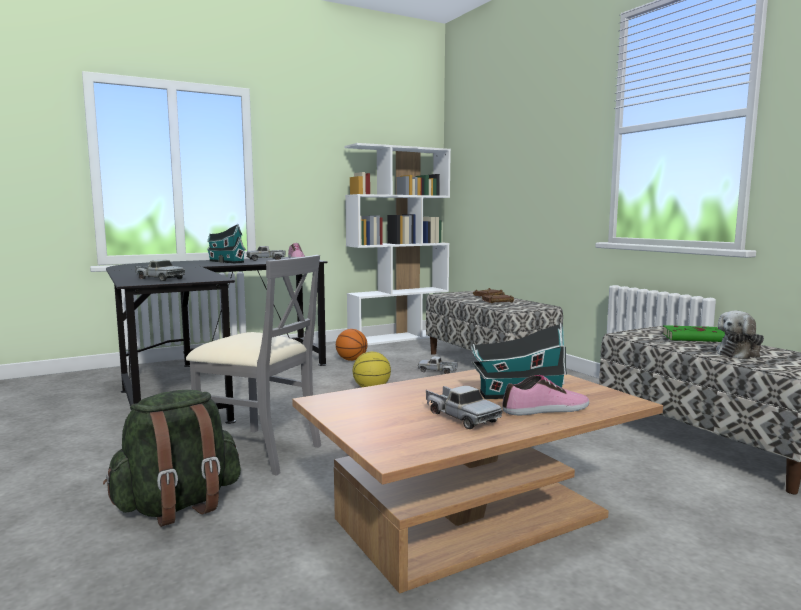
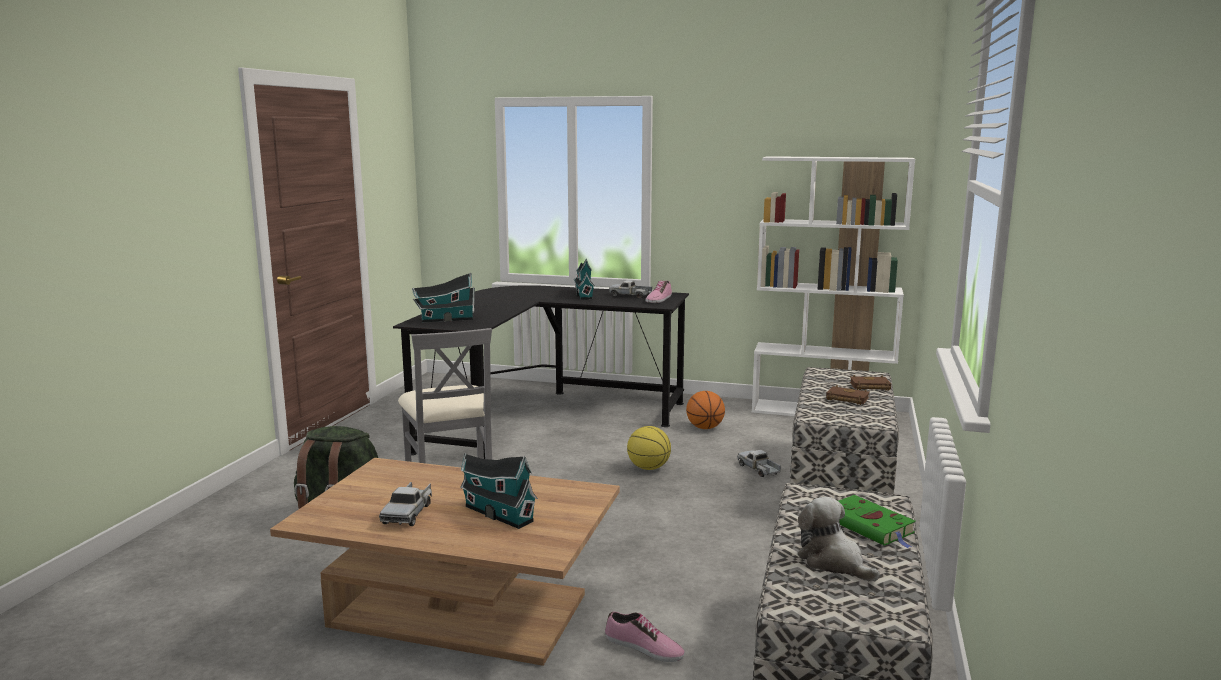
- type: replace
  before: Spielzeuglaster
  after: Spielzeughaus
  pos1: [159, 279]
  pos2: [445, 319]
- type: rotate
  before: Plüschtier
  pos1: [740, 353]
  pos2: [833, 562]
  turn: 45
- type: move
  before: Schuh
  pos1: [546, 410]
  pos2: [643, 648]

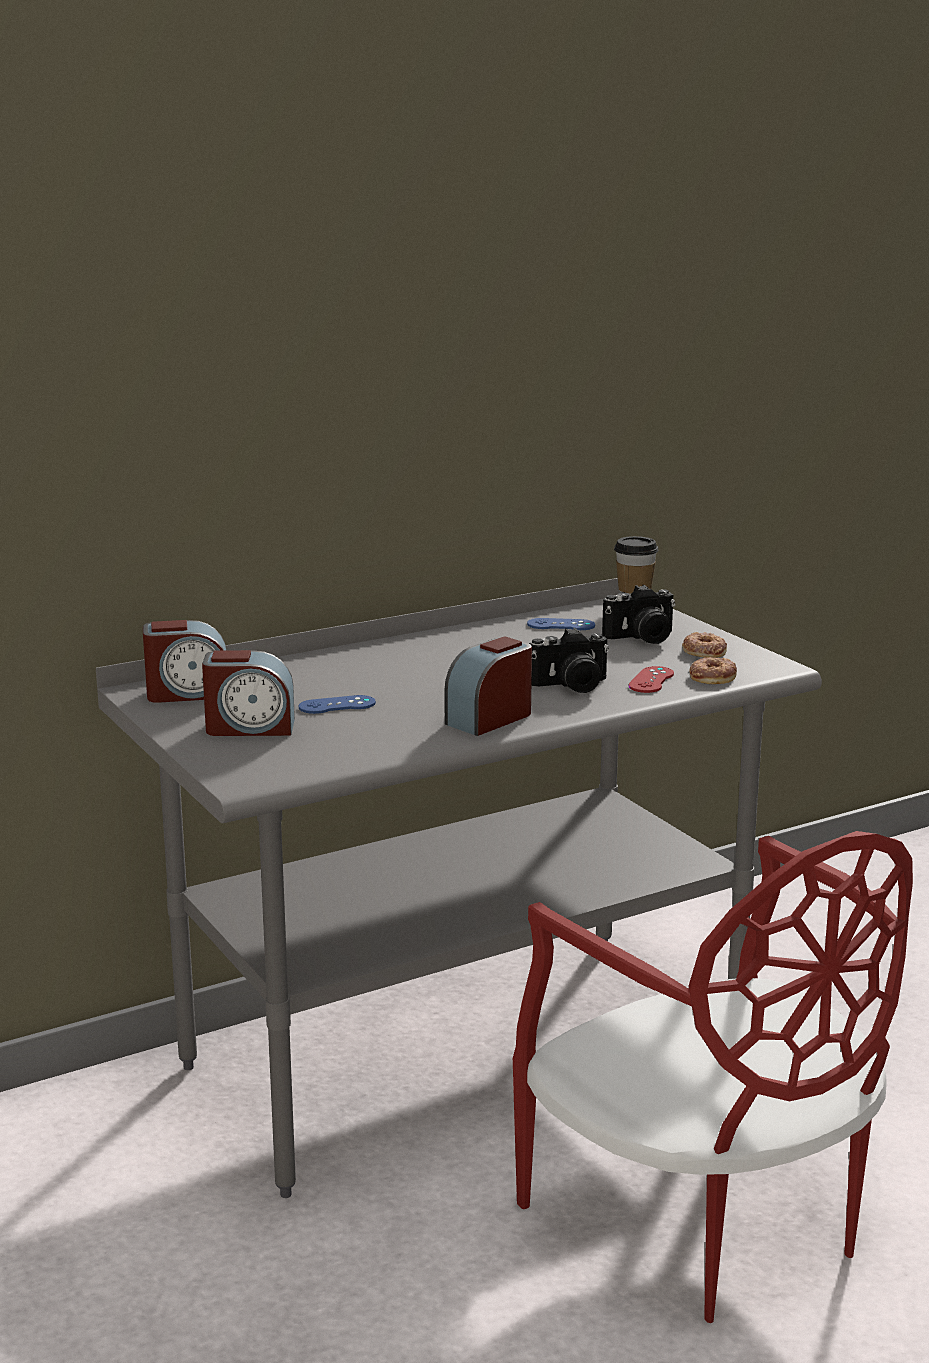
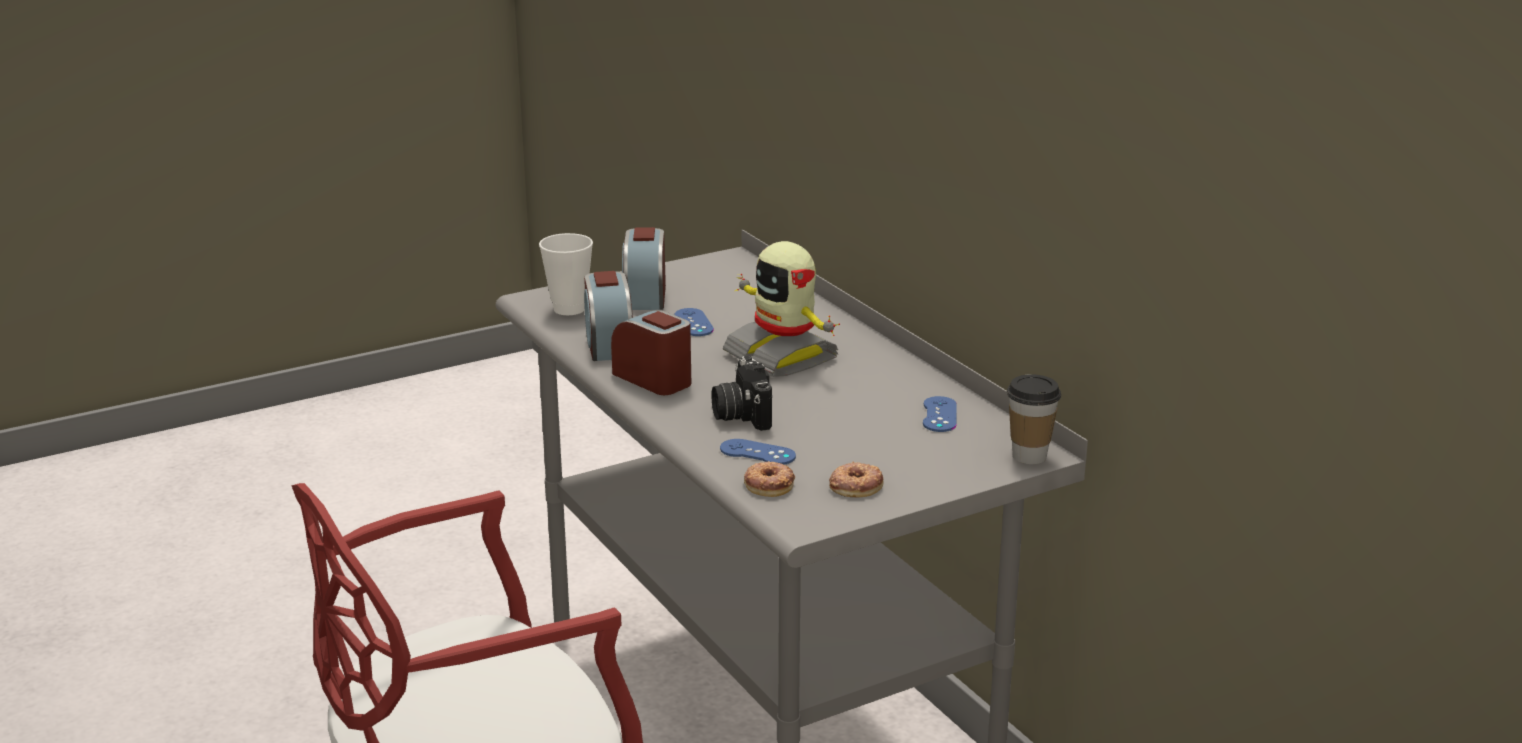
- type: delete
  before: Kamera
  pos1: [642, 638]
- type: move
  before: Wecker
  pos1: [188, 693]
  pos2: [609, 344]
- type: recolor
  before: Gamepad [rot]
  after: Gamepad [blau]
  pos1: [651, 680]
  pos2: [757, 453]
- type: insert
  after: Tasse
  pos2: [569, 309]
- type: insert
  after: Spielzeugroboter
  pos2: [782, 356]

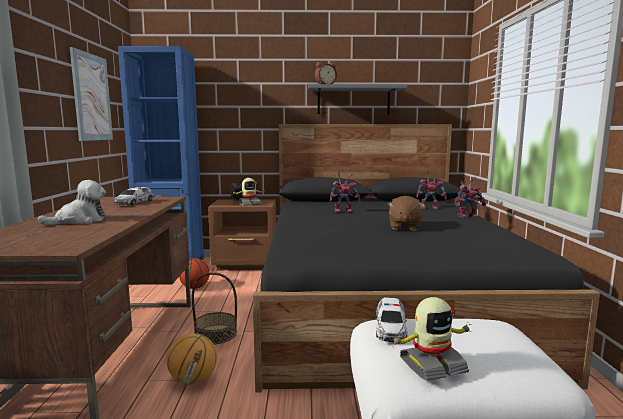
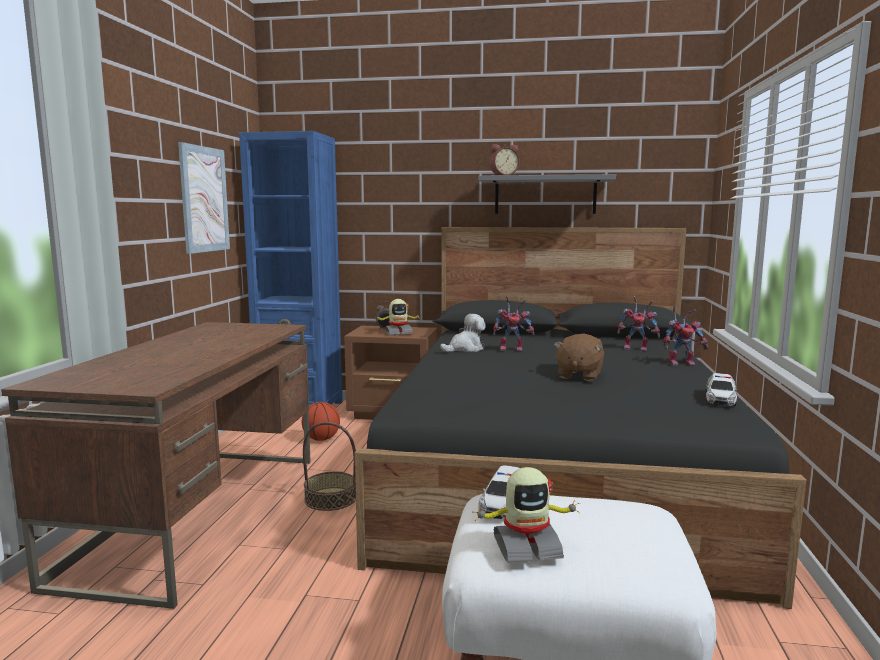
- type: move
  before: Plüschtier
  pos1: [79, 221]
  pos2: [465, 349]
- type: move
  before: Spielzeugauto
  pos1: [134, 202]
  pos2: [720, 398]
- type: delete
  before: Basketball
  pos1: [193, 380]

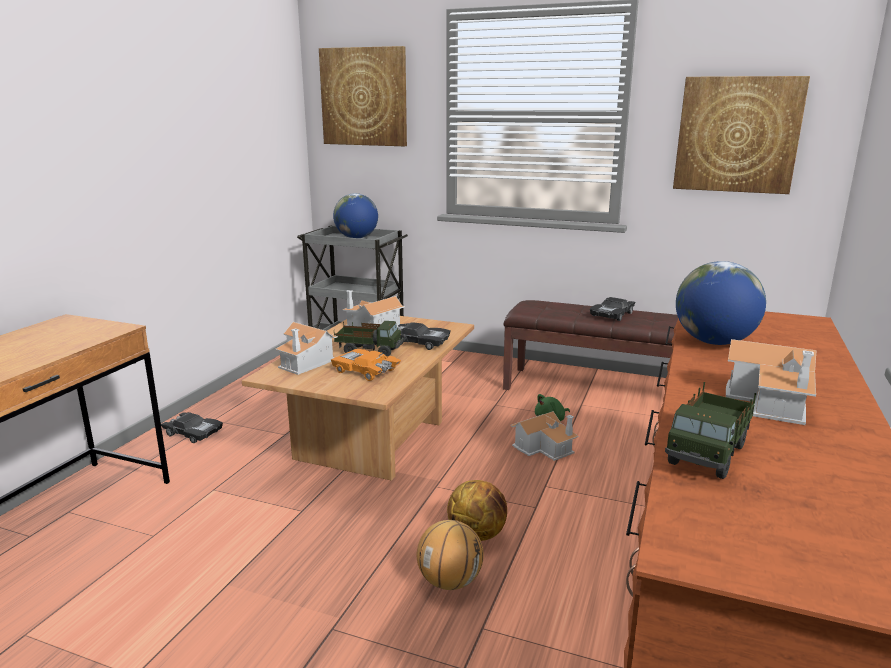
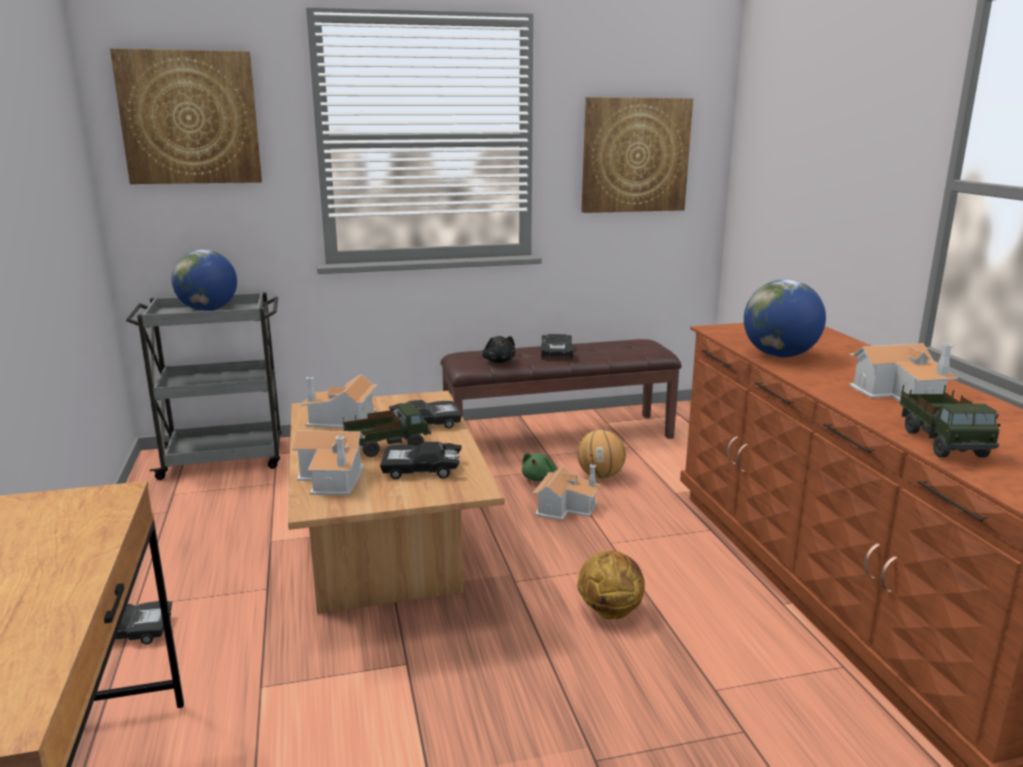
- type: recolor
  before: Spielzeugauto [orange]
  after: Spielzeugauto [schwarz]
  pos1: [366, 371]
  pos2: [422, 469]
- type: move
  before: Basketball
  pos1: [450, 581]
  pos2: [600, 475]
- type: insert
  after: Plüschtier [schwarz]
  pos2: [498, 361]

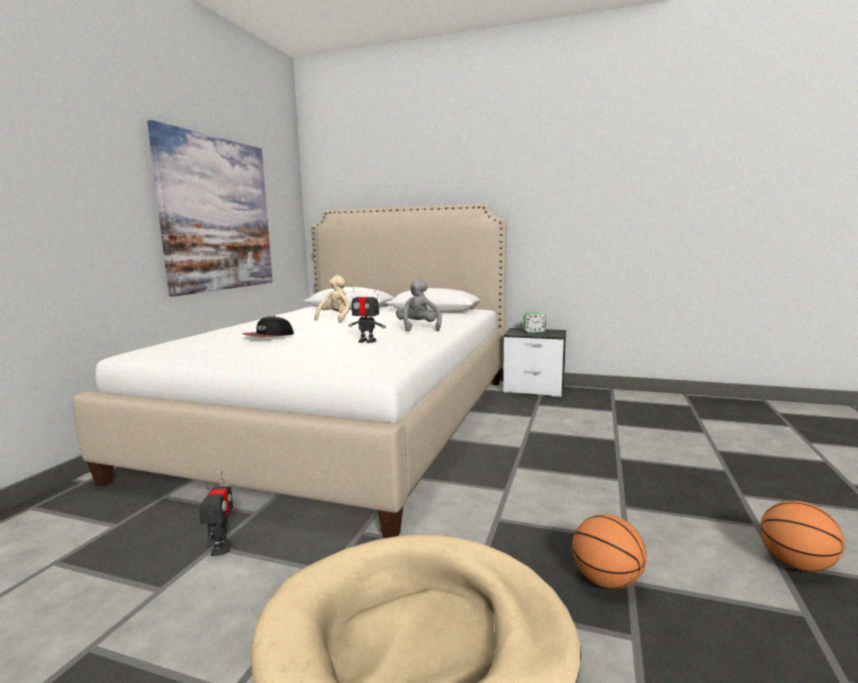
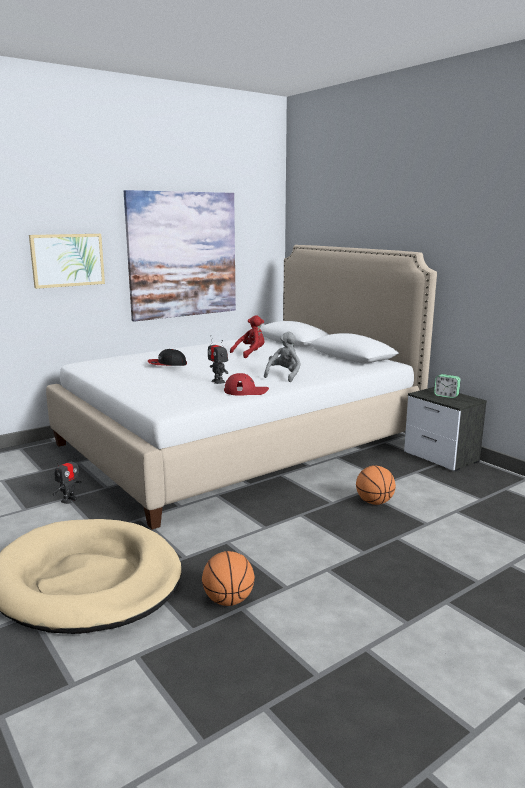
- type: recolor
  before: Plüschtier [beige]
  after: Plüschtier [rot]
  pos1: [335, 319]
  pos2: [250, 353]
- type: move
  before: Basketball
  pos1: [796, 565]
  pos2: [374, 502]
- type: insert
  after: Bild
  pos2: [67, 260]
- type: insert
  after: Kappe [rot]
  pos2: [246, 391]

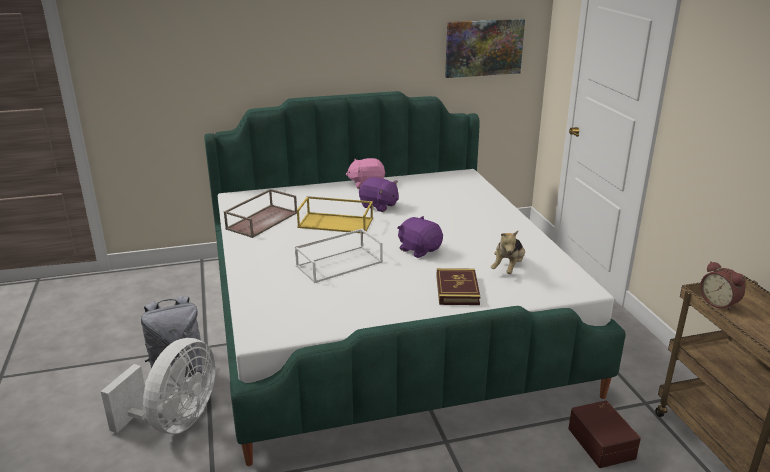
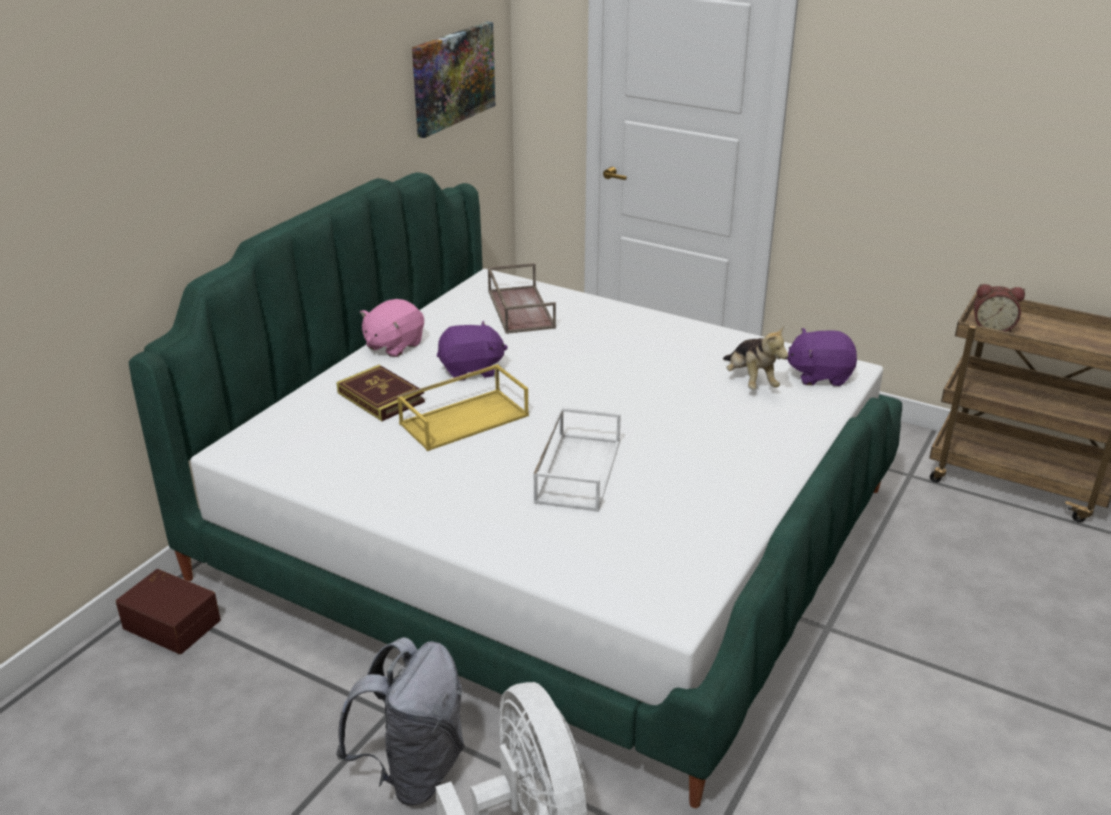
- type: move
  before: Tablett [braun]
  pos1: [262, 220]
  pos2: [519, 309]
- type: move
  before: Plüschtier [lila]
  pos1: [419, 250]
  pos2: [819, 375]
- type: move
  before: Buch
  pos1: [457, 290]
  pos2: [381, 397]
- type: move
  before: Aufbewahrungsbox [braun]
  pos1: [602, 442]
  pos2: [173, 622]

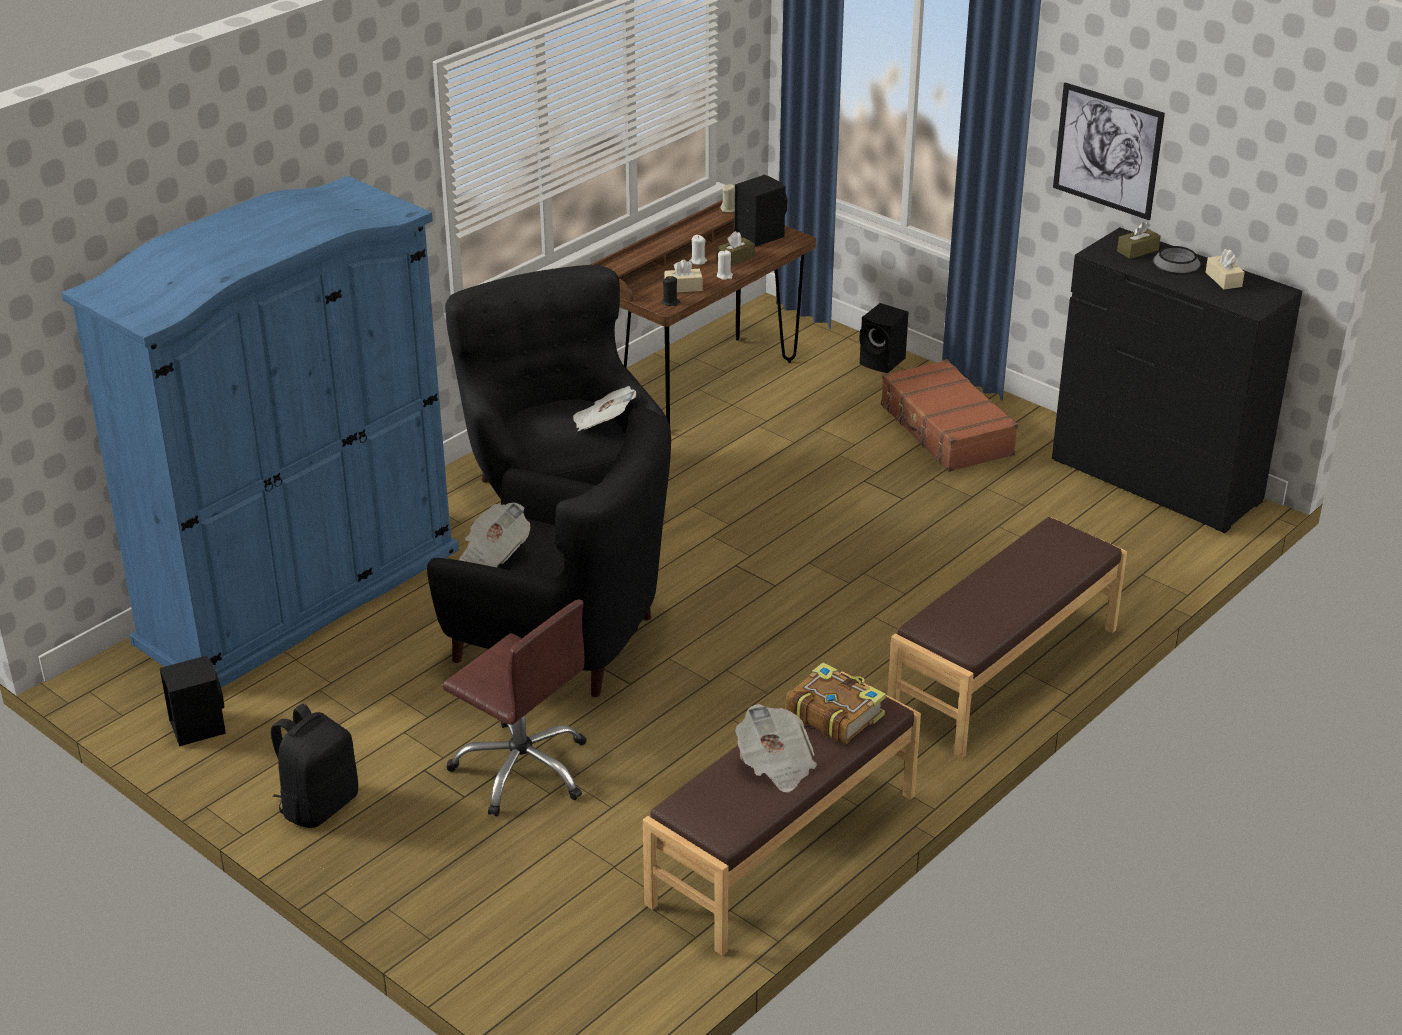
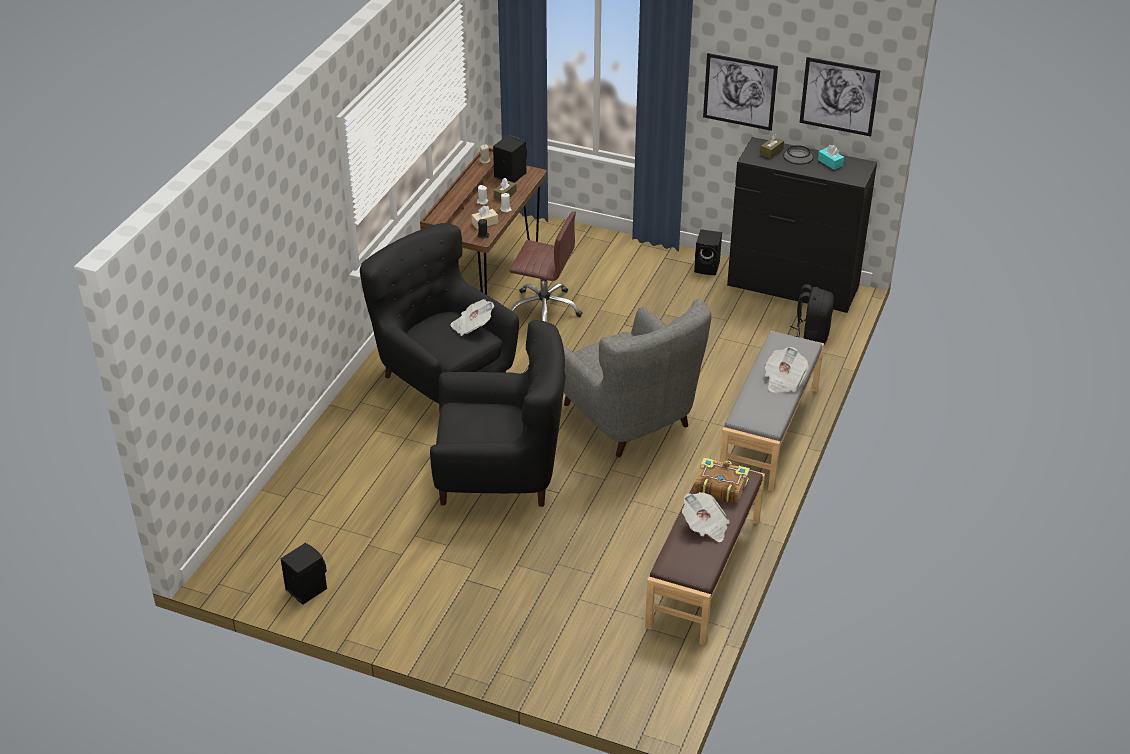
- type: delete
  before: Kleiderschrank [blau]
  pos1: [299, 595]
- type: recolor
  before: Taschentuchbox [beige]
  after: Taschentuchbox [türkis]
  pos1: [1223, 279]
  pos2: [830, 163]
- type: move
  before: Lautsprecher [schwarz]
  pos1: [883, 362]
  pos2: [708, 267]
- type: delete
  before: Koffer [braun]
  pos1: [945, 430]
- type: move
  before: Zeitung
  pos1: [494, 553]
  pos2: [783, 380]
- type: recolor
  before: Bank [braun]
  after: Bank [grau]
  pos1: [1005, 673]
  pos2: [770, 432]
- type: move
  before: Bürostuhl [braun]
  pos1: [522, 769]
  pos2: [544, 309]
- type: move
  before: Rucksack [schwarz]
  pos1: [318, 804]
  pos2: [811, 336]
- type: insert
  after: Bild
  pos2: [839, 96]
- type: insert
  after: Sessel [grau]
  pos2: [628, 417]

